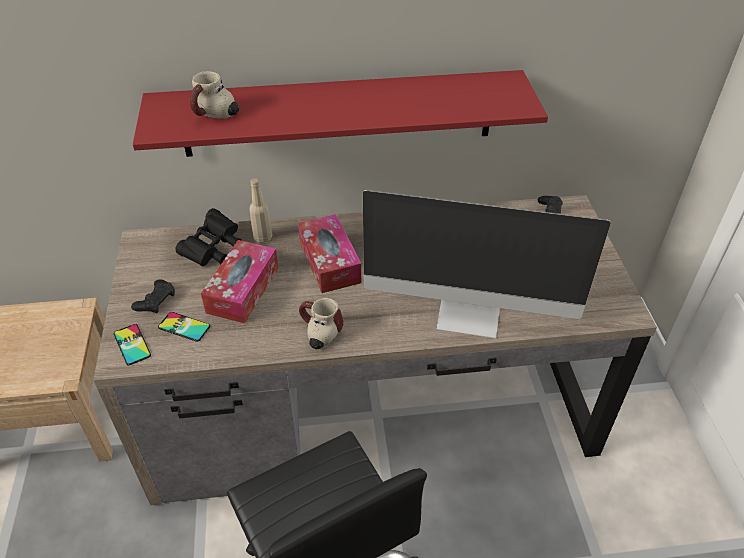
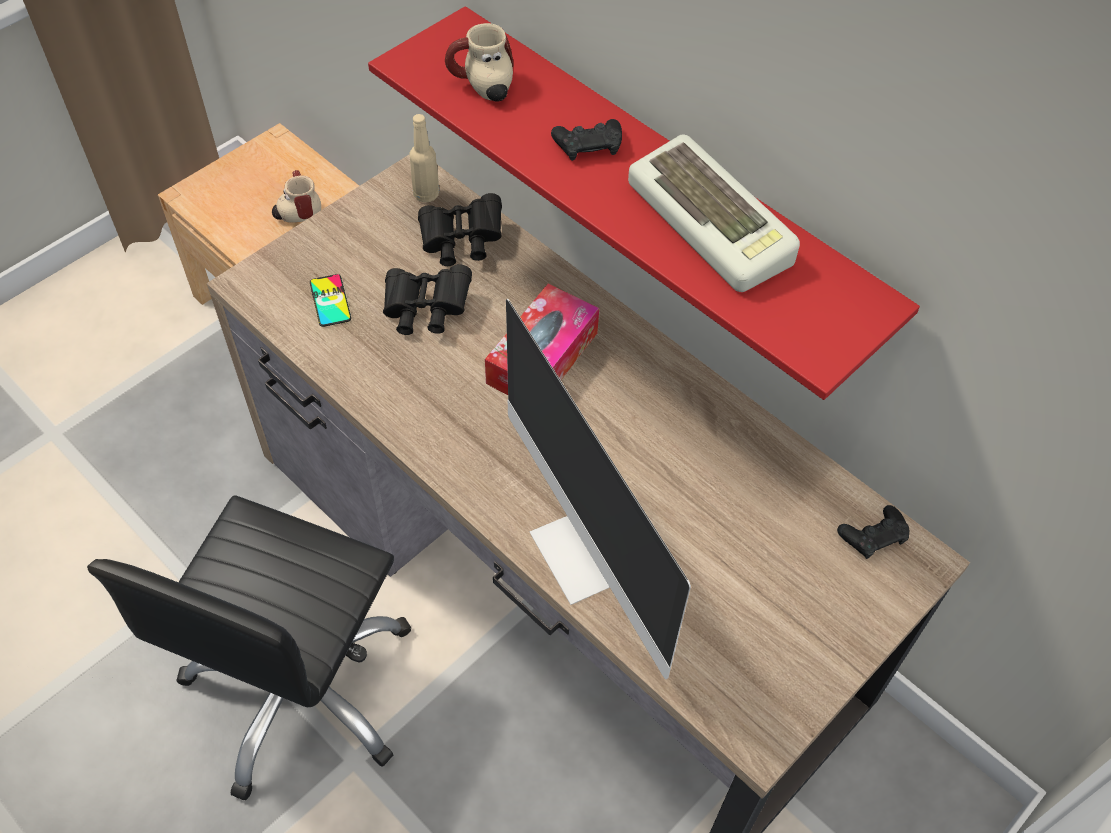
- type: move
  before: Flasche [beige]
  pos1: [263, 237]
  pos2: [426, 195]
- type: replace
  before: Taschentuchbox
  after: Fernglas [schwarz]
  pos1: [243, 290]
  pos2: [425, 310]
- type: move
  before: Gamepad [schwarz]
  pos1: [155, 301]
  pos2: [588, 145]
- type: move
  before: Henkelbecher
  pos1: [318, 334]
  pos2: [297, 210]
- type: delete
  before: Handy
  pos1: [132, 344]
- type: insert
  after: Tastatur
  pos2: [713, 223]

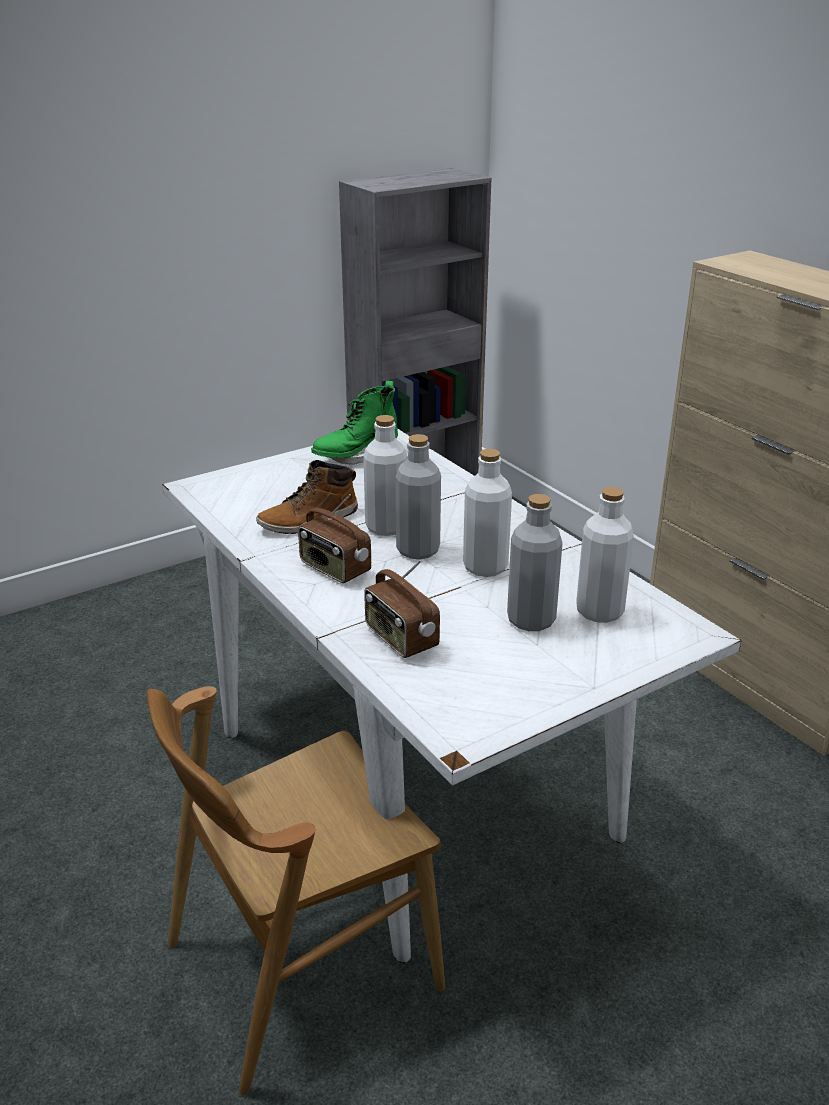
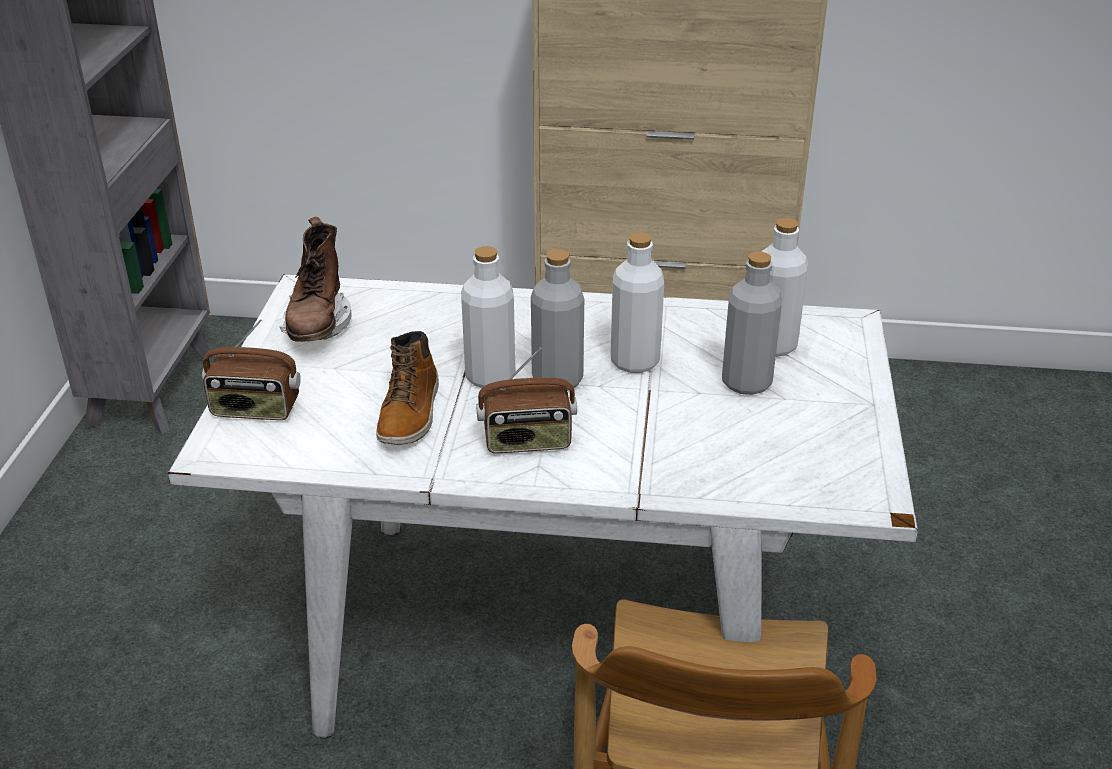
- type: recolor
  before: Stiefel [grün]
  after: Stiefel [braun]
  pos1: [356, 456]
  pos2: [317, 325]
- type: move
  before: Radio
  pos1: [400, 639]
  pos2: [255, 410]

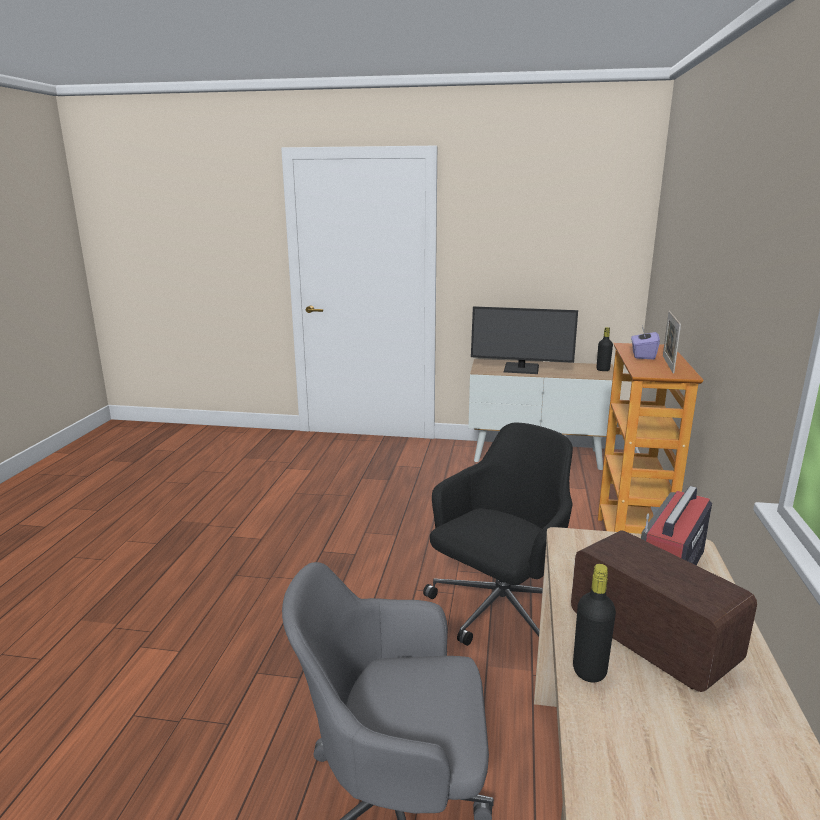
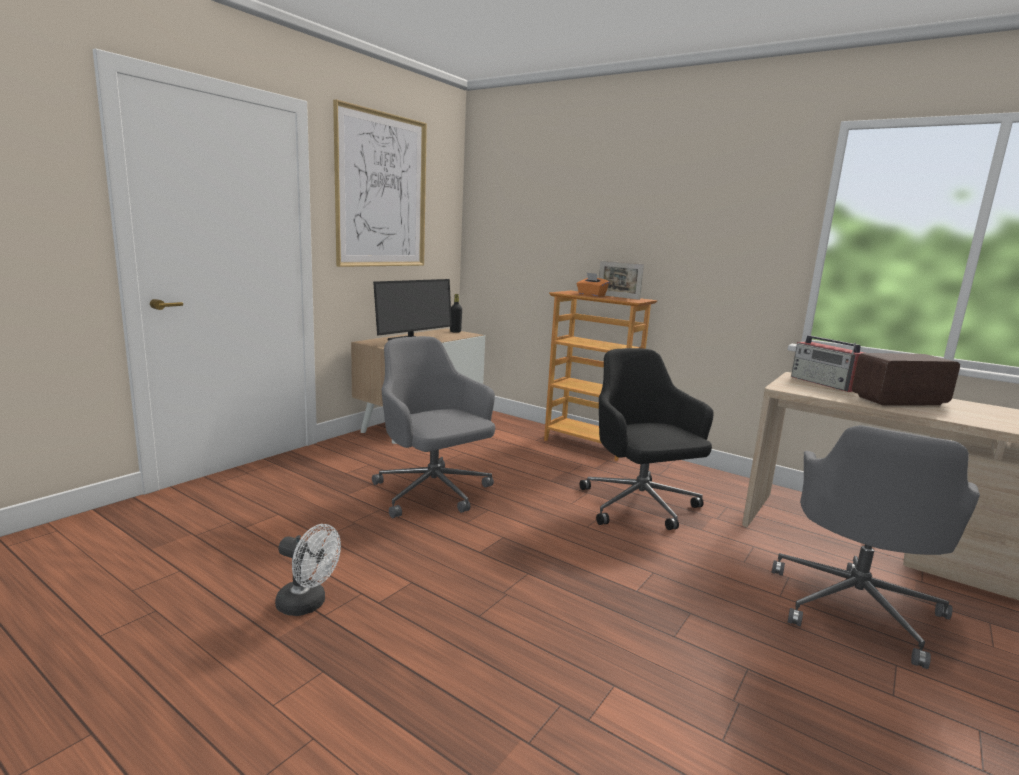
- type: recolor
  before: Taschentuchbox [lila]
  after: Taschentuchbox [orange]
  pos1: [642, 355]
  pos2: [591, 295]
- type: delete
  before: Flasche [schwarz]
  pos1: [589, 671]
- type: insert
  after: Bild
  pos2: [382, 191]
- type: insert
  after: Bürostuhl [grau]
  pos2: [433, 493]
- type: insert
  after: Ventilator [weiß]
  pos2: [308, 605]

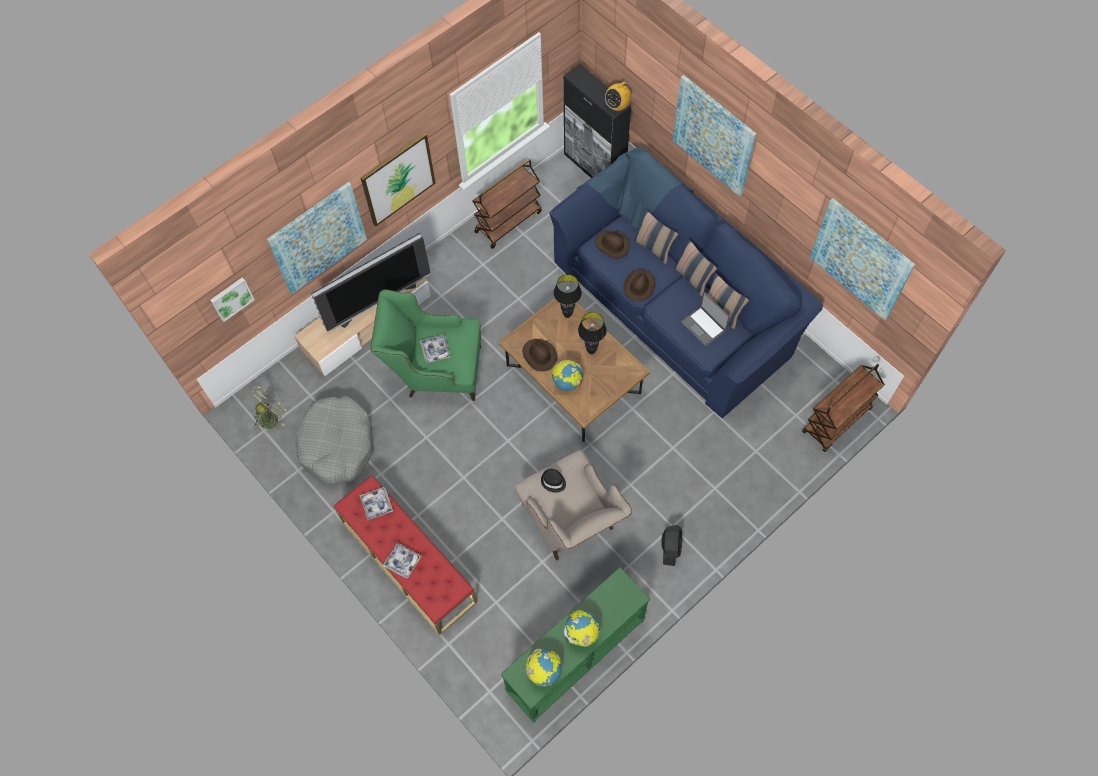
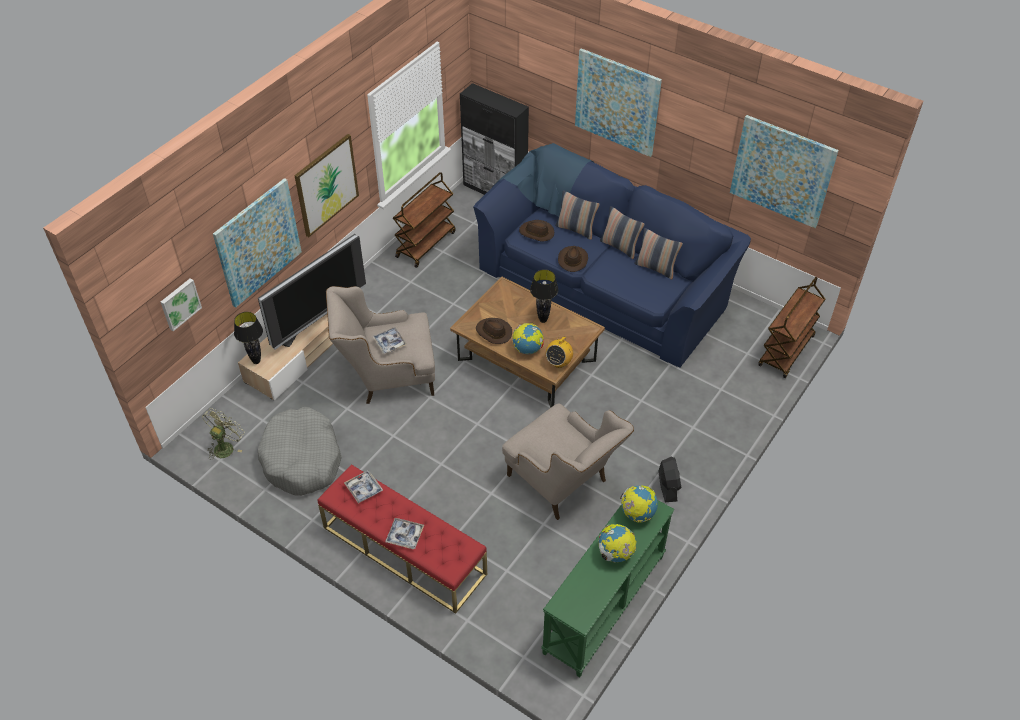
- type: move
  before: Radio
  pos1: [617, 106]
  pos2: [558, 362]
- type: move
  before: Tischlampe [schwarz]
  pos1: [567, 314]
  pos2: [256, 361]
- type: recolor
  before: Sessel [grün]
  after: Sessel [beige]
  pos1: [435, 370]
  pos2: [387, 376]
- type: delete
  before: Laptop
  pos1: [704, 326]
- type: delete
  before: Hut [schwarz]
  pos1: [553, 481]
- type: move
  before: Globus
  pos1: [544, 670]
  pos2: [637, 513]

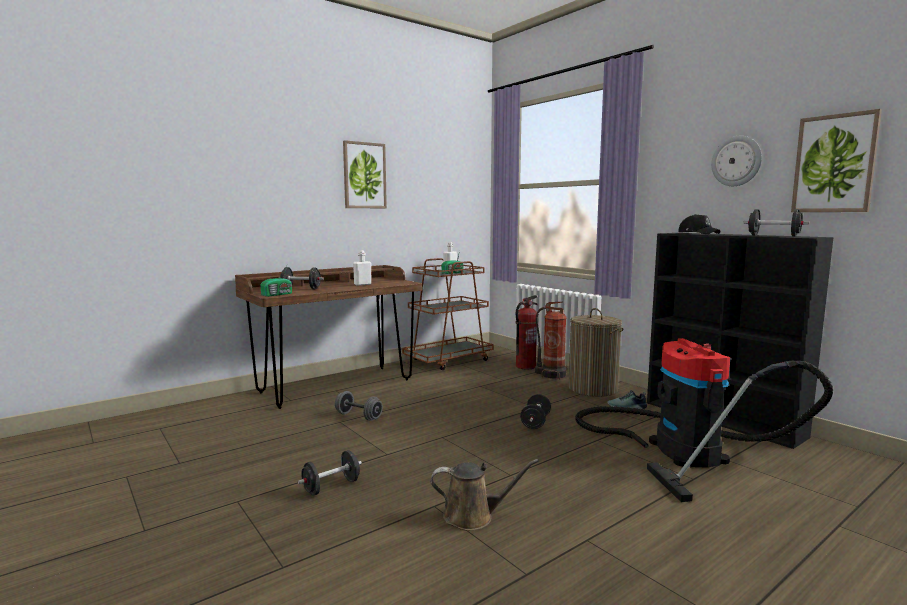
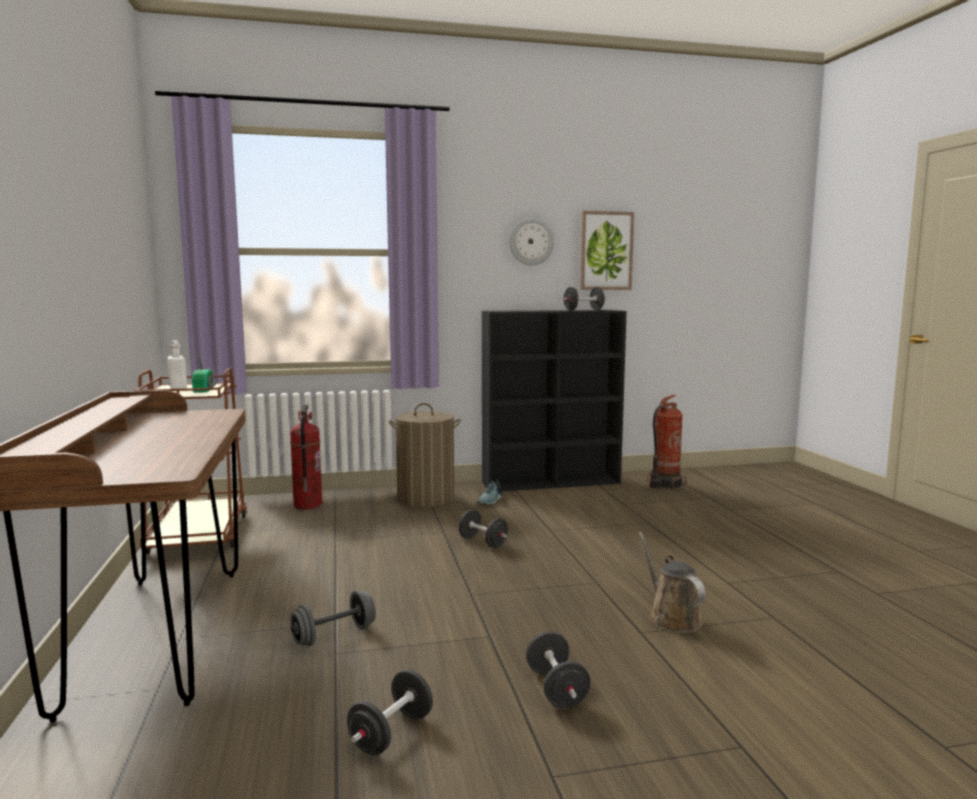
- type: delete
  before: Bild
  pos1: [364, 175]
- type: delete
  before: Kappe [schwarz]
  pos1: [698, 233]
- type: delete
  before: Flasche [weiß]
  pos1: [362, 284]
- type: delete
  before: Radio
  pos1: [278, 294]
- type: move
  before: Hantel [schwarz]
  pos1: [301, 289]
  pos2: [391, 733]
- type: move
  before: Feuerlöscher
  pos1: [552, 375]
  pos2: [664, 484]
- type: delete
  before: Staubsauger
  pos1: [680, 449]
- type: rotate
  before: Gießkanne [braun]
  pos1: [473, 516]
  pos2: [671, 617]
  turn: -45

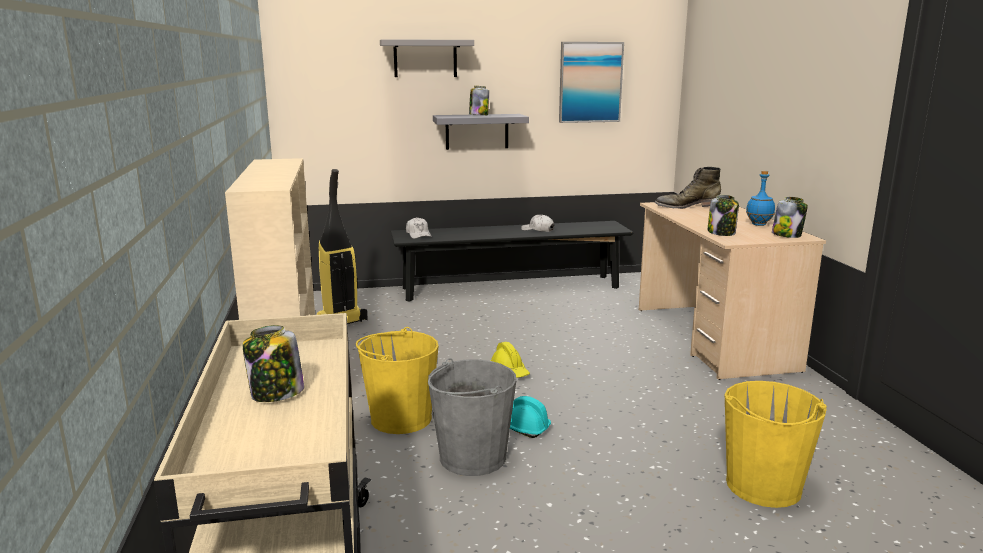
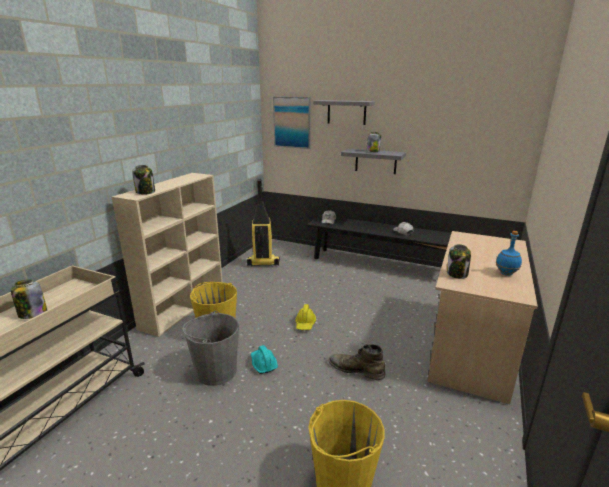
- type: move
  before: Bild
  pos1: [590, 82]
  pos2: [292, 122]
- type: move
  before: Stiefel [grün]
  pos1: [686, 206]
  pos2: [356, 369]
- type: move
  before: Vorratsglas
  pos1: [787, 235]
  pos2: [145, 192]

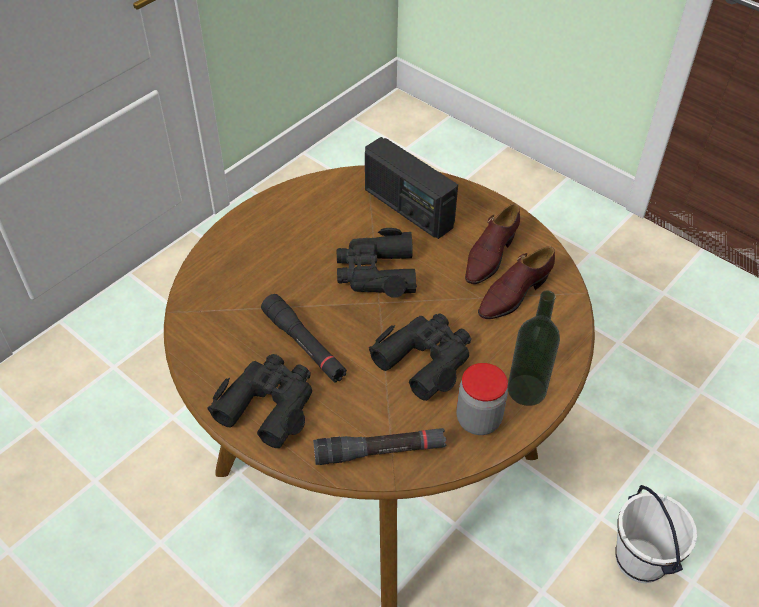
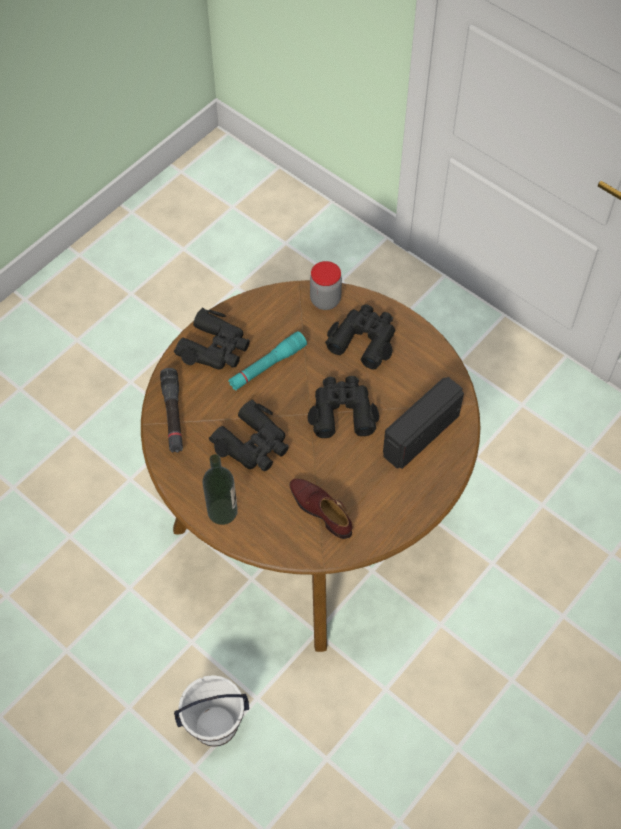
- type: delete
  before: Schuh [braun]
  pos1: [489, 255]
- type: recolor
  before: Taschenlampe [schwarz]
  after: Taschenlampe [türkis]
  pos1: [304, 345]
  pos2: [267, 366]
- type: move
  before: Vorratsglas
  pos1: [478, 419]
  pos2: [325, 300]
- type: insert
  after: Fernglas [schwarz]
  pos2: [364, 339]

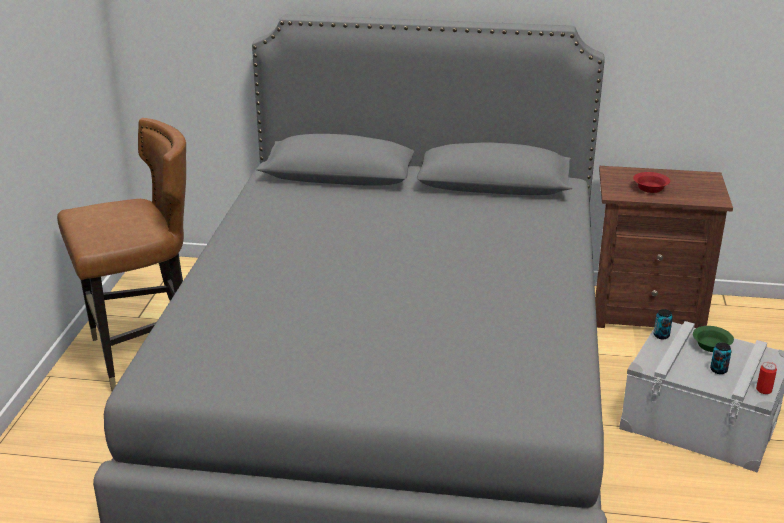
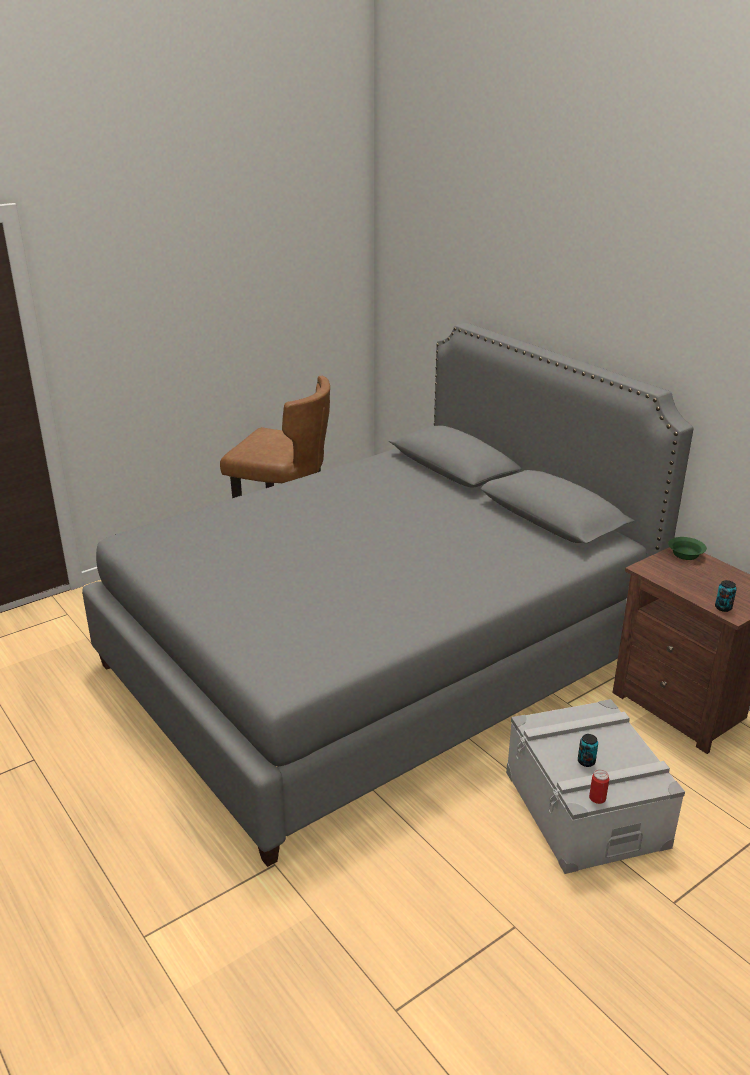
- type: delete
  before: Schüssel [rot]
  pos1: [649, 188]
- type: move
  before: Dose
  pos1: [661, 335]
  pos2: [723, 607]
- type: move
  before: Schüssel [grün]
  pos1: [712, 346]
  pos2: [686, 555]

